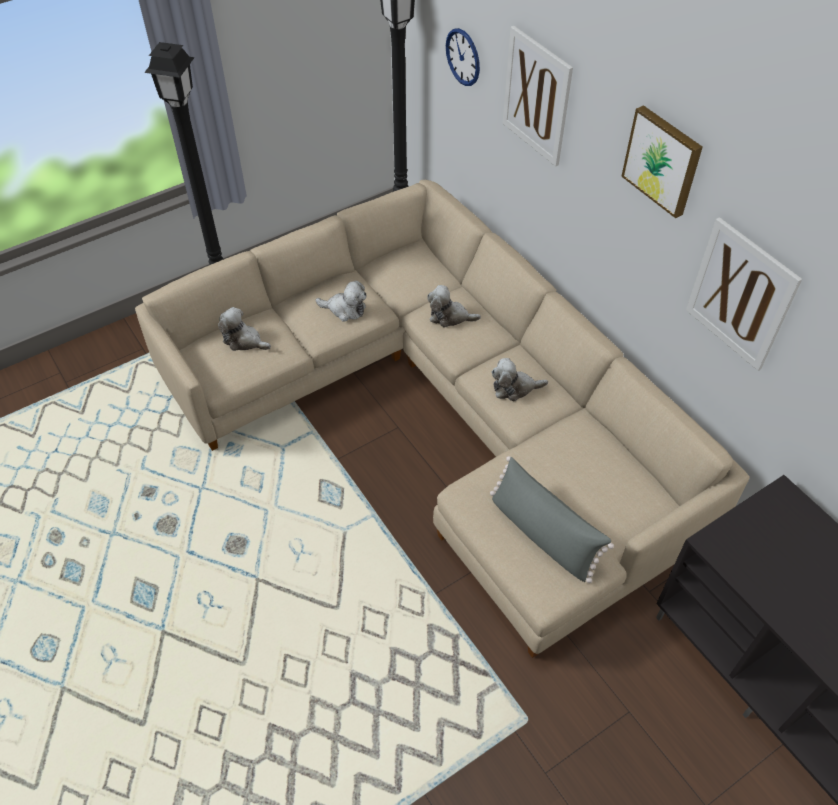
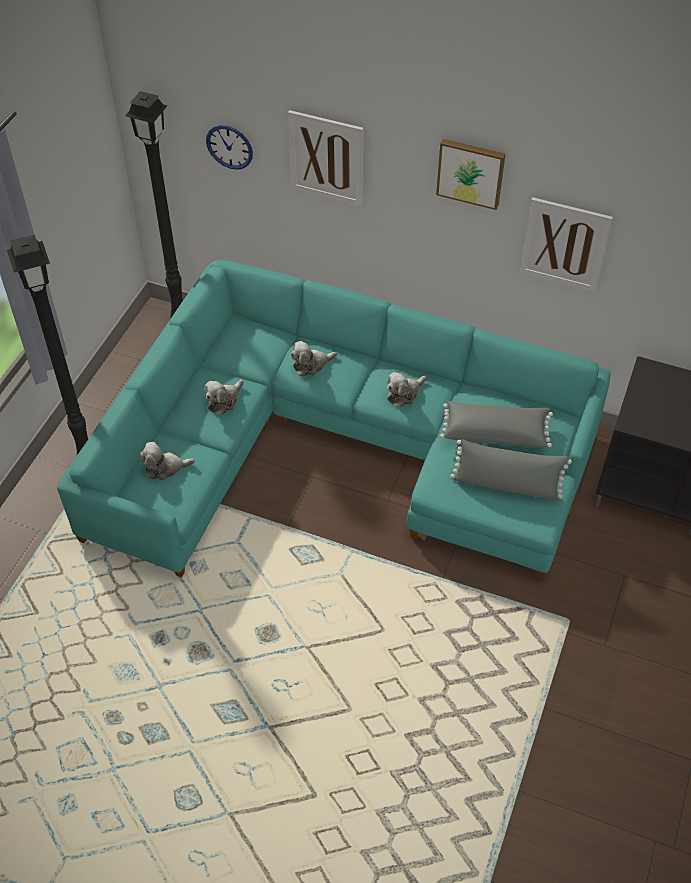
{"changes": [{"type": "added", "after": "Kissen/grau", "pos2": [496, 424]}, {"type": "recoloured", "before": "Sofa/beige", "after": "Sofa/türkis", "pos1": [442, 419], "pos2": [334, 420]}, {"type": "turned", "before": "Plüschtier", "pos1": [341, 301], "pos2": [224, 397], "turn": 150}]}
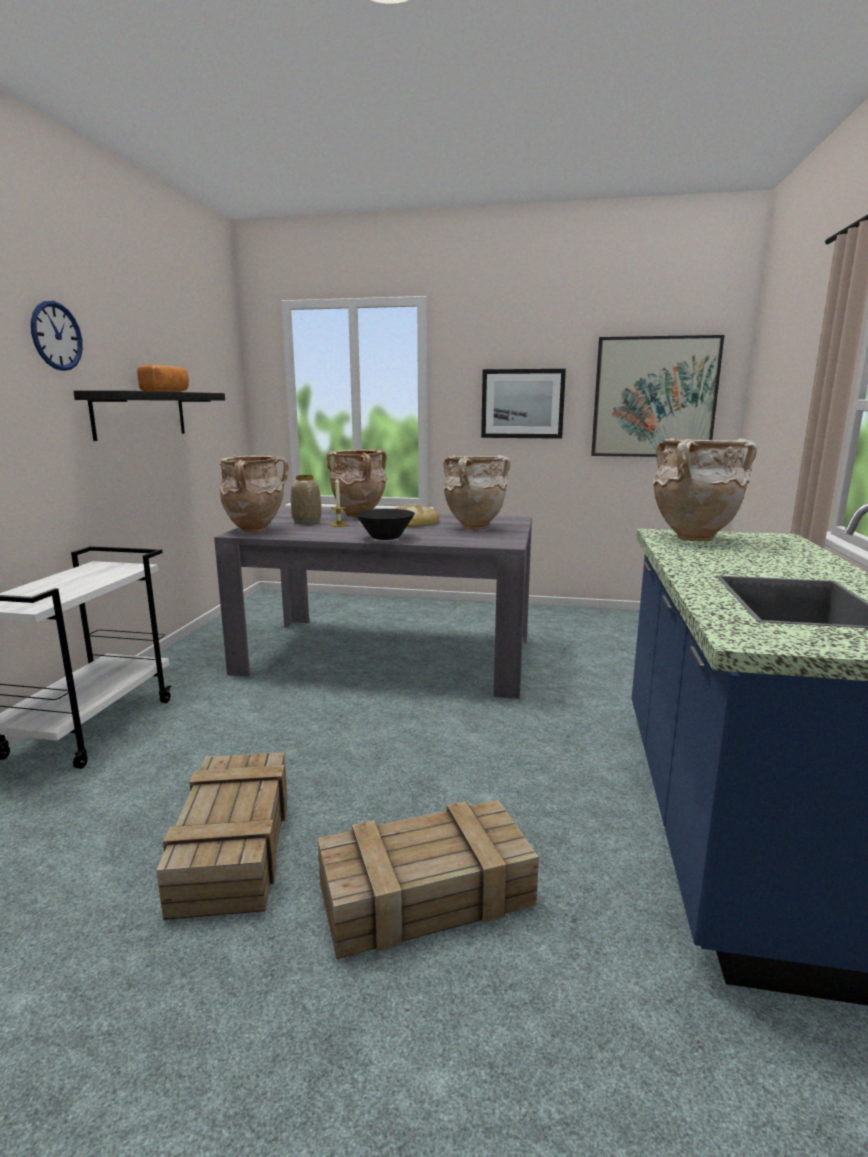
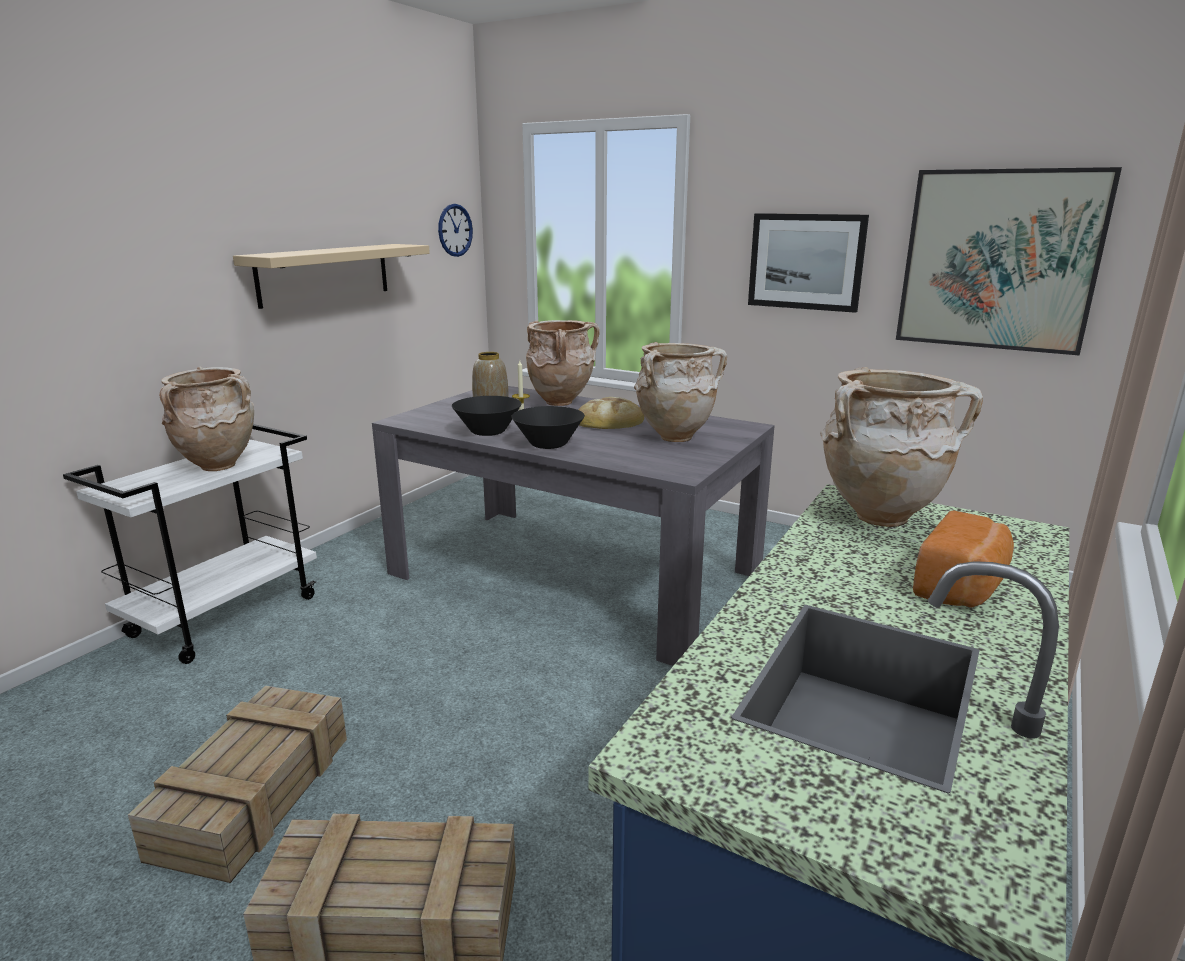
{"changes": [{"type": "added", "after": "Schüssel/schwarz", "pos2": [487, 416]}, {"type": "moved", "before": "Wanduhr", "pos1": [57, 336], "pos2": [455, 230]}, {"type": "moved", "before": "Brot", "pos1": [163, 378], "pos2": [963, 559]}, {"type": "moved", "before": "Vase/beige", "pos1": [254, 493], "pos2": [206, 418]}, {"type": "recoloured", "before": "Wandregal/schwarz", "after": "Wandregal/beige", "pos1": [149, 415], "pos2": [331, 276]}]}
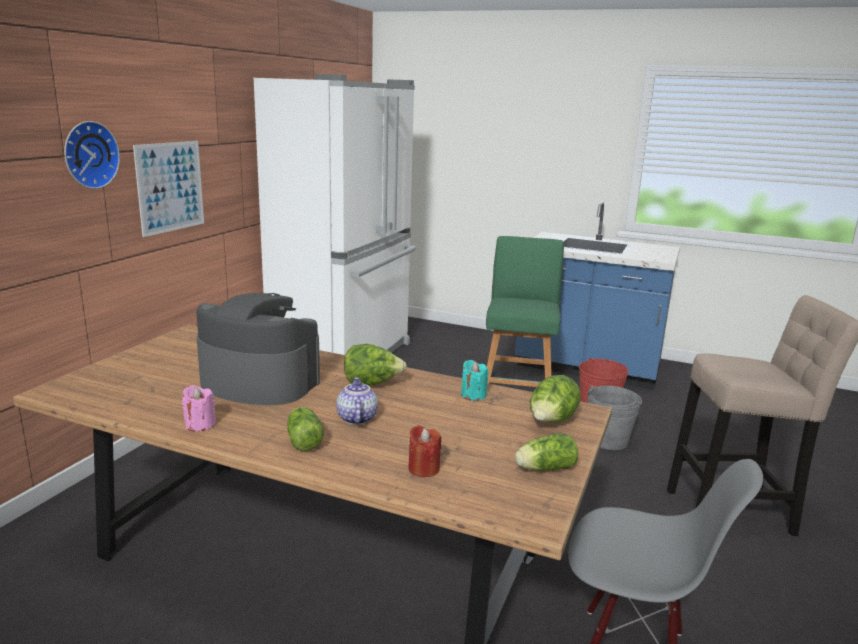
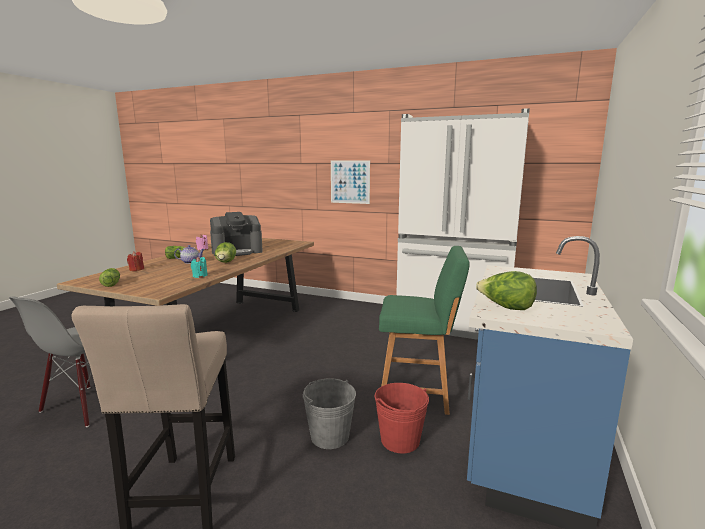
{"changes": [{"type": "removed", "before": "Wanduhr", "pos1": [92, 155]}, {"type": "moved", "before": "Salatkopf", "pos1": [555, 399], "pos2": [506, 290]}, {"type": "turned", "before": "Kaffeemaschine", "pos1": [258, 349], "pos2": [236, 234], "turn": 45}]}
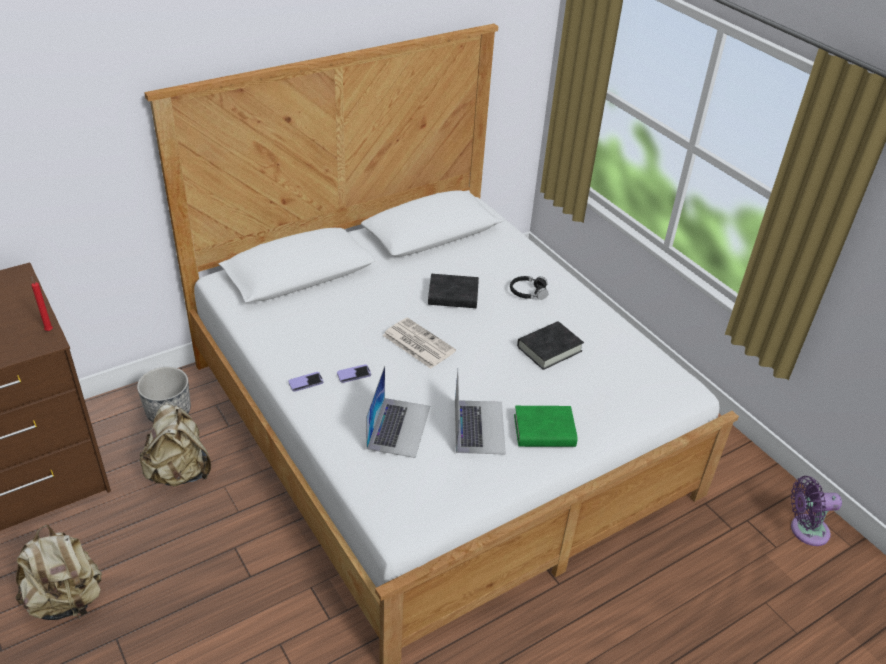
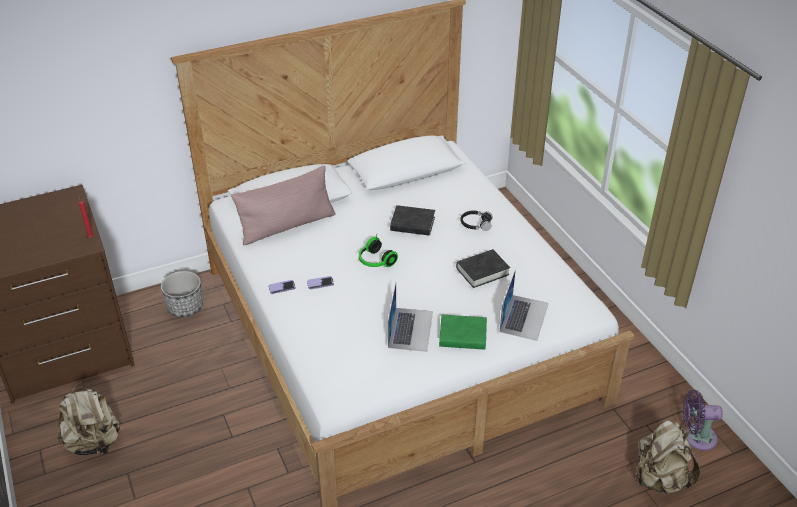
{"changes": [{"type": "added", "after": "Kissen/rosa", "pos2": [283, 205]}, {"type": "moved", "before": "Rucksack/beige", "pos1": [175, 445], "pos2": [667, 457]}, {"type": "moved", "before": "Laptop", "pos1": [398, 412], "pos2": [524, 305]}, {"type": "replaced", "before": "Zeitung", "after": "Kopfhörer", "pos1": [419, 343], "pos2": [378, 251]}]}
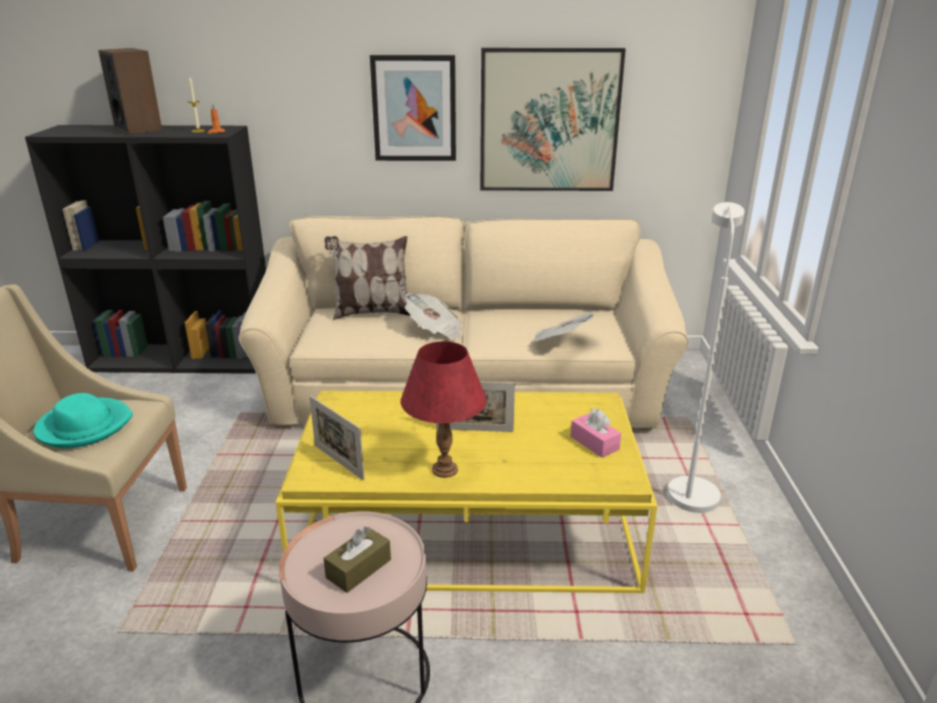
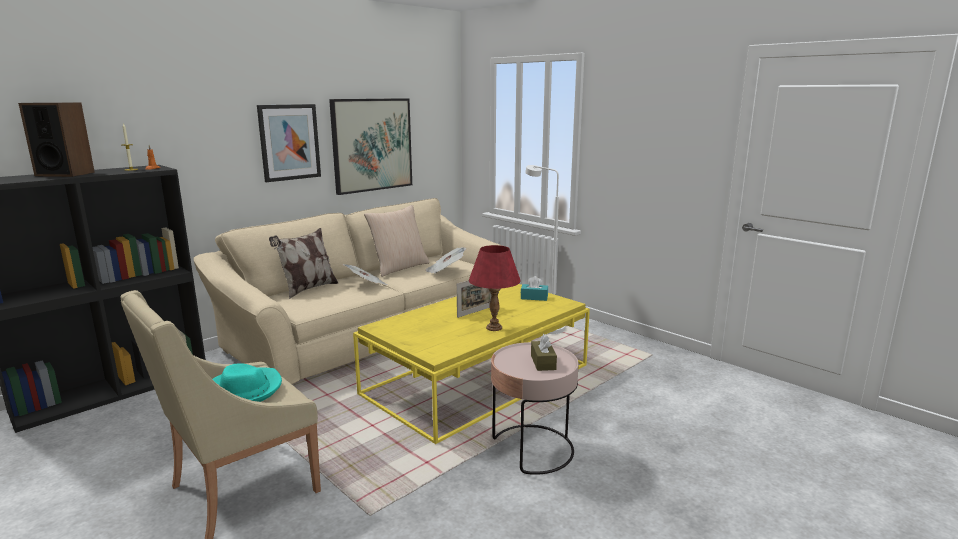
{"changes": [{"type": "removed", "before": "Bilderrahmen", "pos1": [337, 438]}, {"type": "added", "after": "Kissen/beige", "pos2": [397, 241]}, {"type": "recoloured", "before": "Taschentuchbox/rosa", "after": "Taschentuchbox/türkis", "pos1": [596, 433], "pos2": [534, 288]}]}
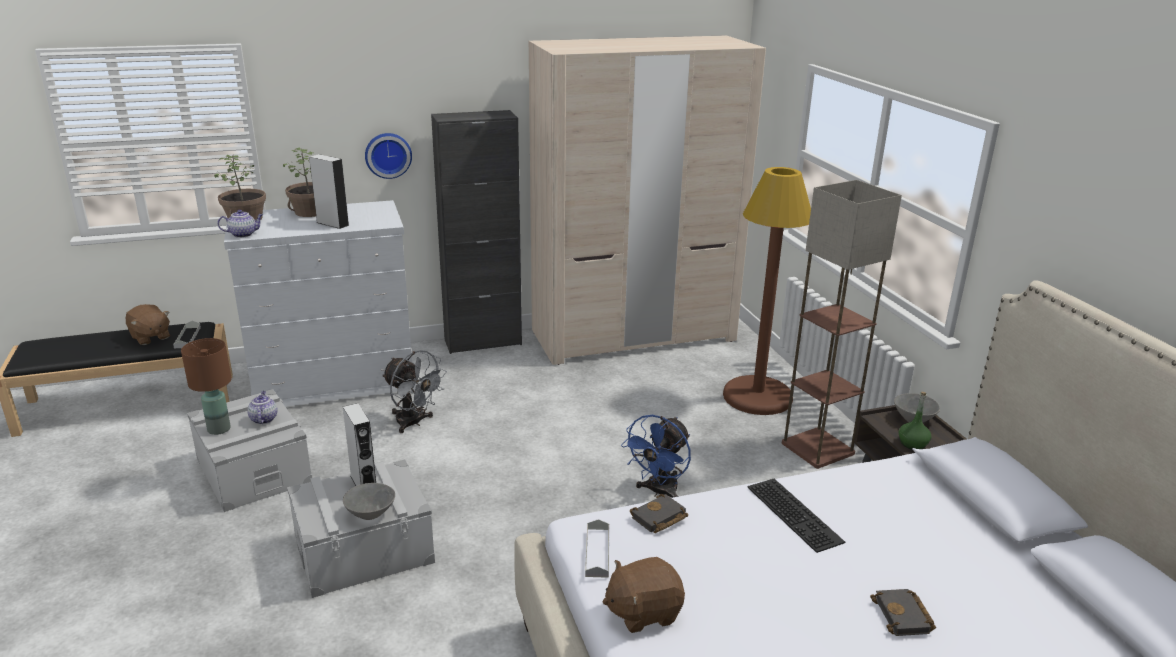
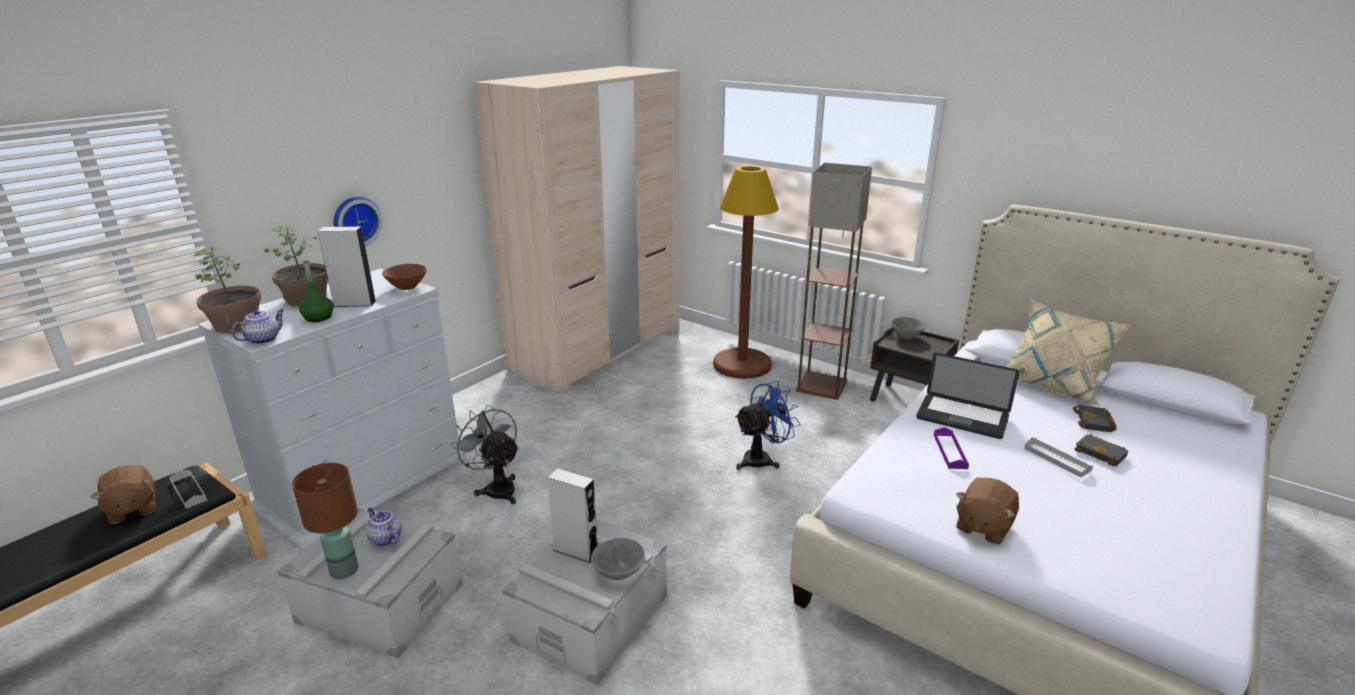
{"changes": [{"type": "removed", "before": "Schrank/schwarz", "pos1": [476, 232]}, {"type": "added", "after": "Schüssel/braun", "pos2": [404, 277]}, {"type": "added", "after": "Tablett/lila", "pos2": [951, 448]}, {"type": "added", "after": "Kissen/beige", "pos2": [1069, 352]}, {"type": "moved", "before": "Tablett/grau", "pos1": [597, 548], "pos2": [1058, 457]}, {"type": "moved", "before": "Buch/schwarz", "pos1": [659, 513], "pos2": [1095, 418]}, {"type": "moved", "before": "Flasche/grün", "pos1": [915, 421], "pos2": [316, 291]}, {"type": "replaced", "before": "Tastatur", "after": "Laptop", "pos1": [796, 516], "pos2": [967, 396]}, {"type": "turned", "before": "Plüschtier/braun", "pos1": [148, 324], "pos2": [123, 494], "turn": 45}, {"type": "turned", "before": "Ventilator/grau", "pos1": [414, 391], "pos2": [485, 454], "turn": -135}, {"type": "turned", "before": "Ventilator/blau", "pos1": [656, 456], "pos2": [767, 425], "turn": -120}]}
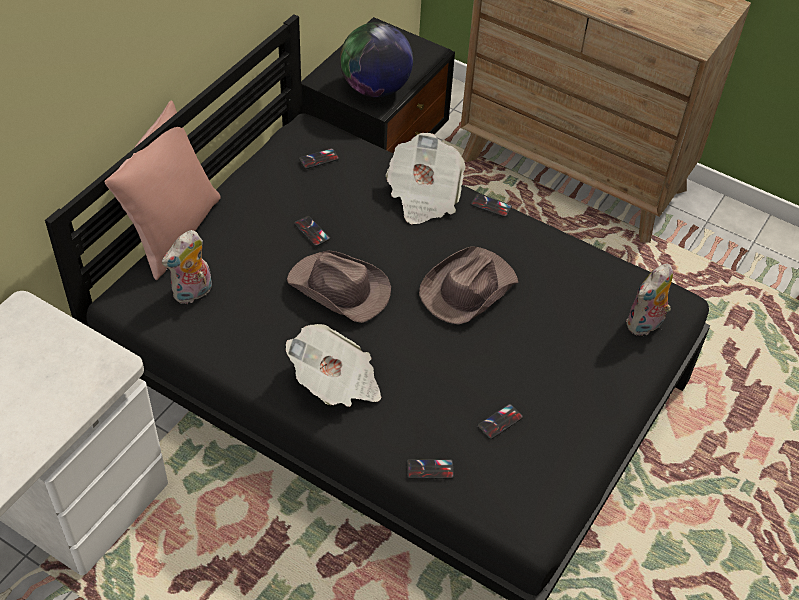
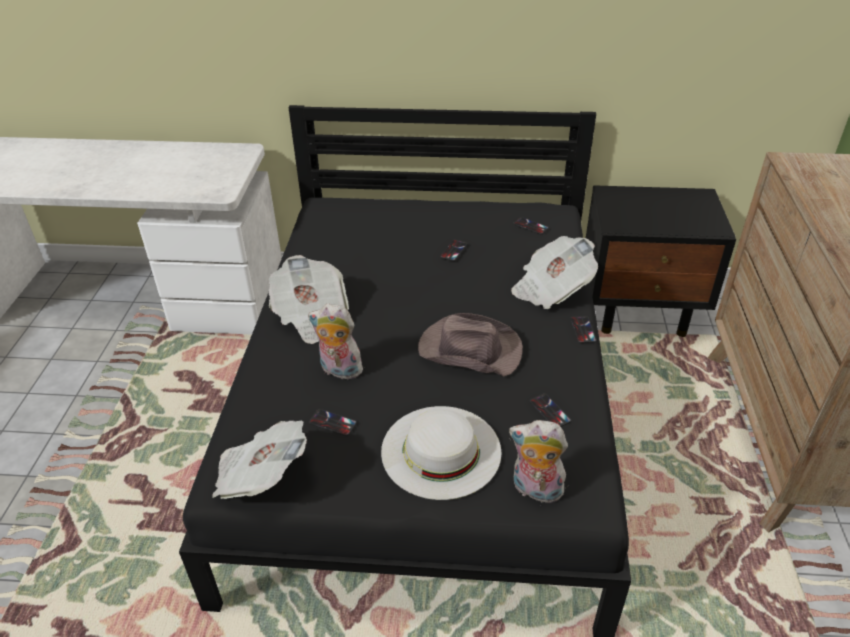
{"changes": [{"type": "removed", "before": "Kissen/rosa", "pos1": [163, 190]}, {"type": "removed", "before": "Hut/braun", "pos1": [339, 286]}, {"type": "removed", "before": "Globus", "pos1": [376, 59]}, {"type": "added", "after": "Zeitung", "pos2": [259, 459]}, {"type": "added", "after": "Hut/weiß", "pos2": [441, 453]}, {"type": "moved", "before": "Plüschtier", "pos1": [187, 267], "pos2": [337, 343]}, {"type": "moved", "before": "Handy", "pos1": [430, 469], "pos2": [550, 410]}]}
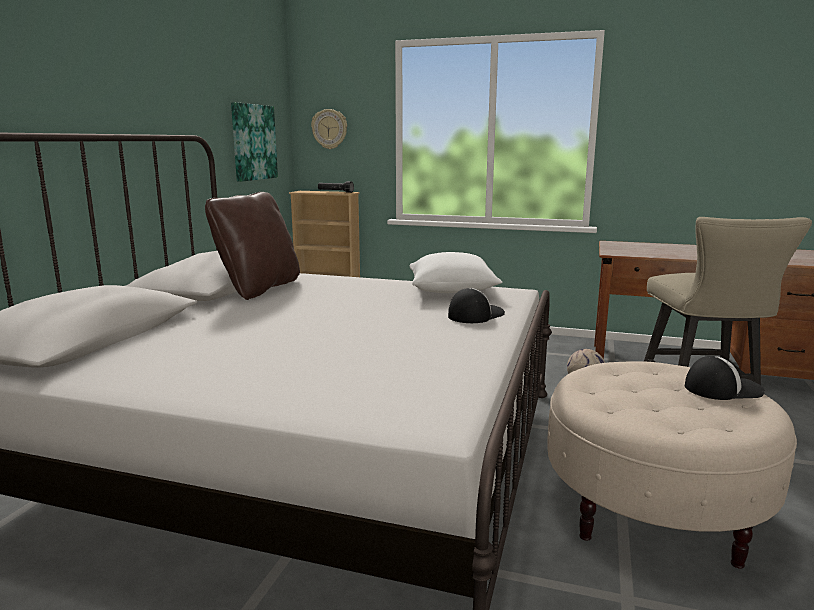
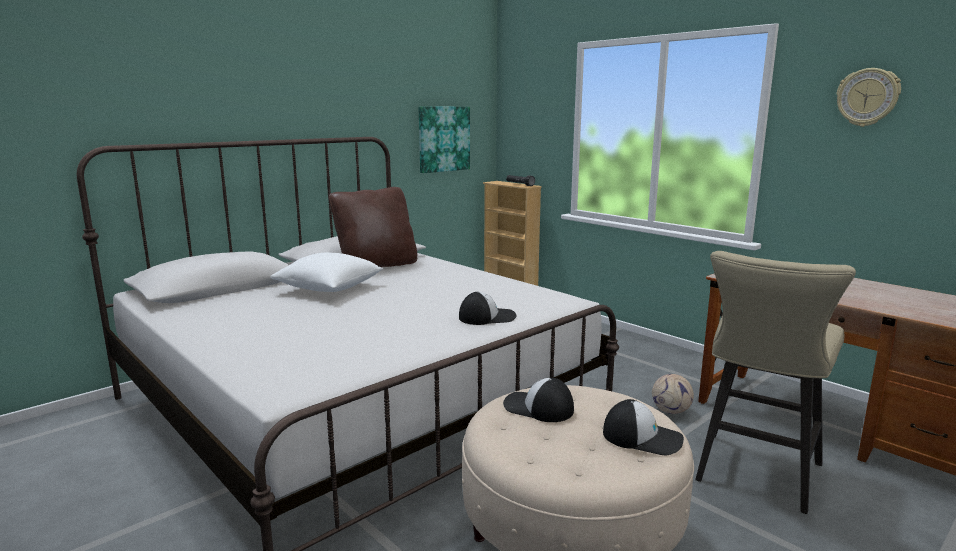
{"changes": [{"type": "added", "after": "Kappe", "pos2": [538, 400]}, {"type": "moved", "before": "Wanduhr", "pos1": [329, 129], "pos2": [869, 97]}, {"type": "moved", "before": "Kissen/weiß", "pos1": [456, 272], "pos2": [326, 272]}]}
